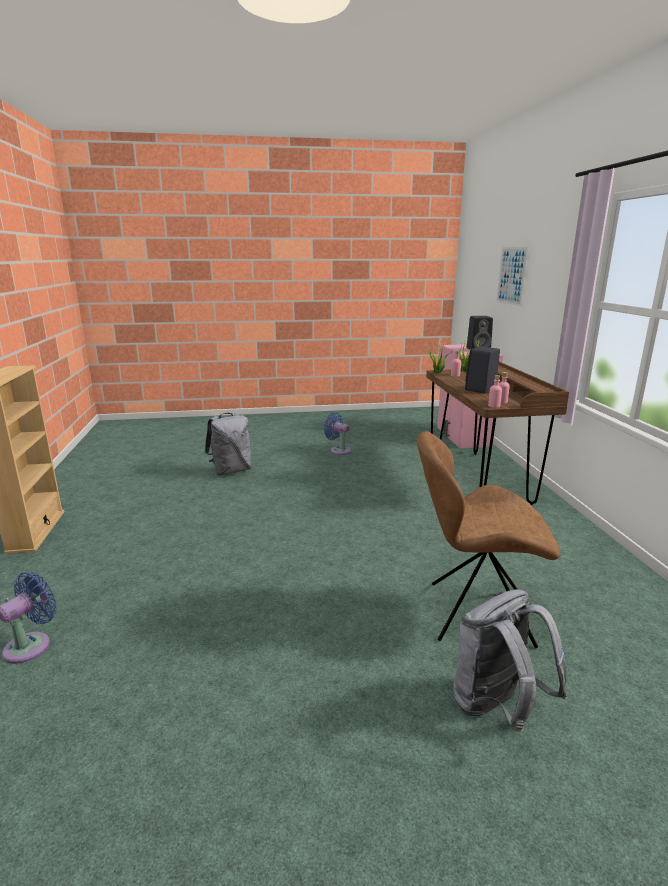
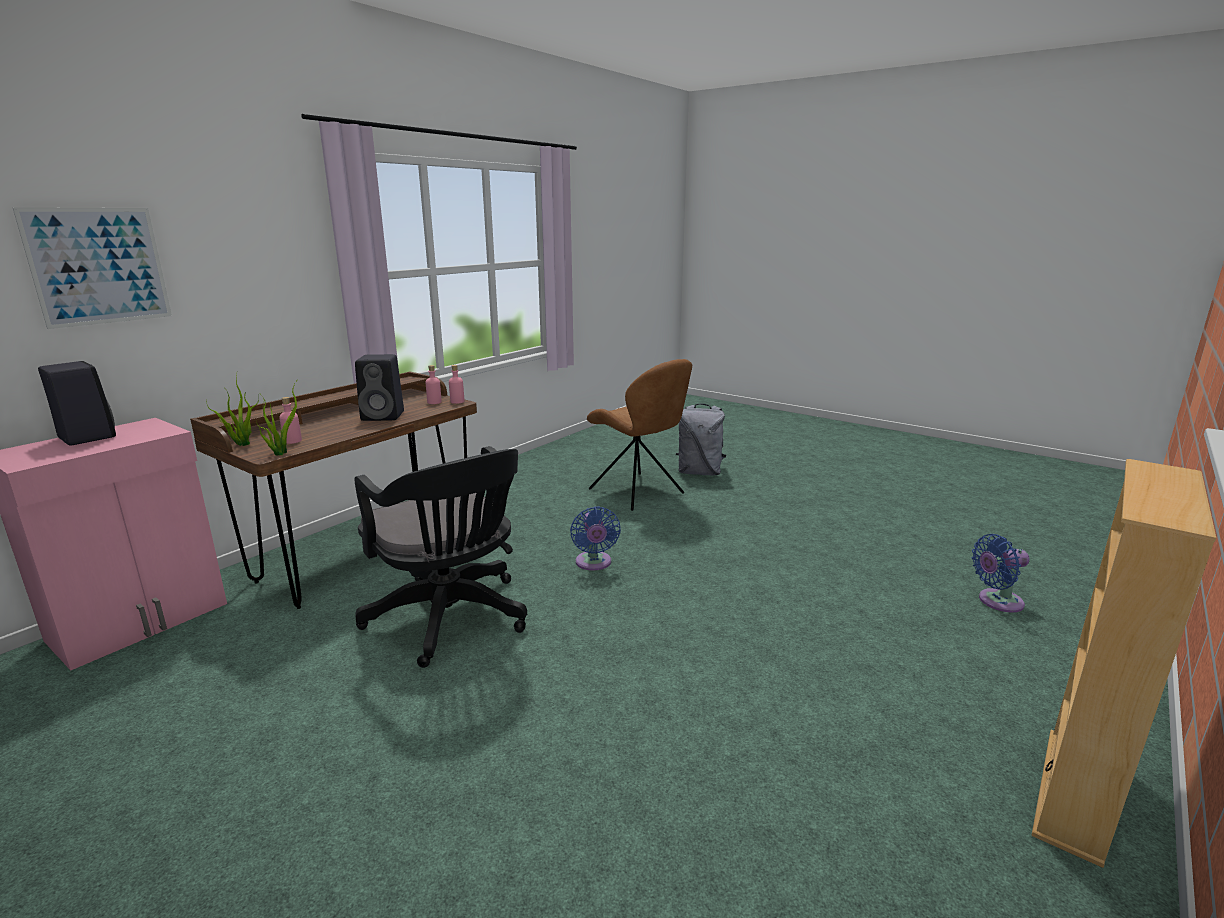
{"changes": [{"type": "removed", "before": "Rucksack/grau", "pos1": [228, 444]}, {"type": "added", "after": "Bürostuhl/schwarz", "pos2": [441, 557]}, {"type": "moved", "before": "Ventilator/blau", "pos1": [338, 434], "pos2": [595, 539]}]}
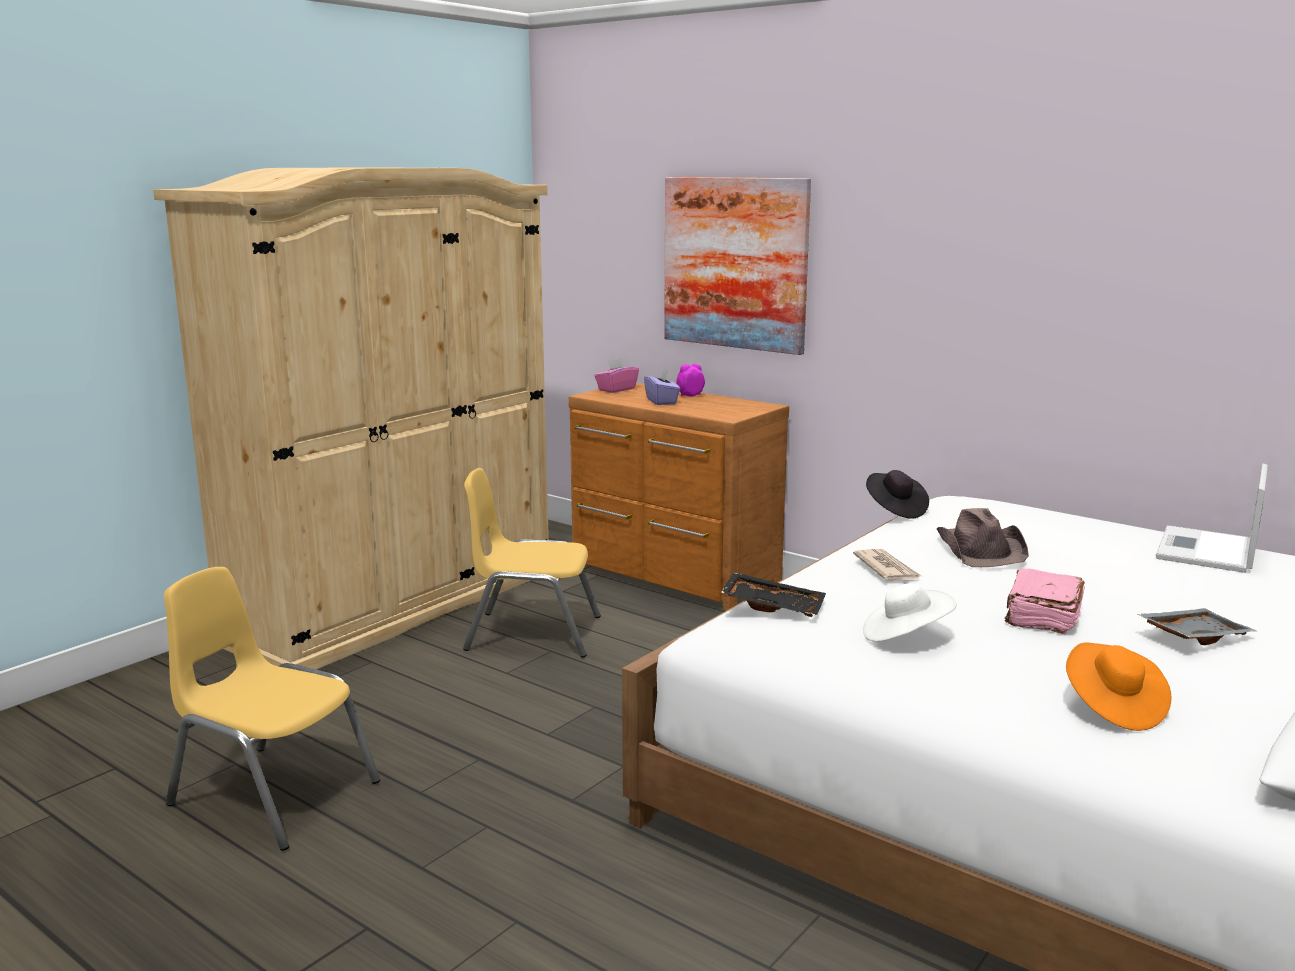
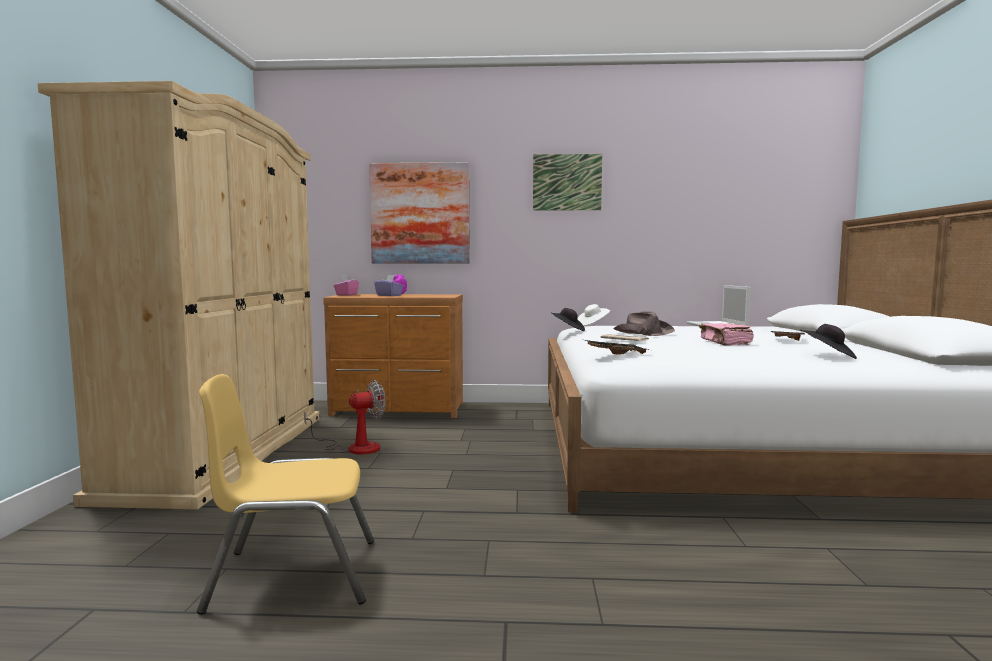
{"changes": [{"type": "added", "after": "Bild", "pos2": [567, 182]}, {"type": "moved", "before": "Hut/weiß", "pos1": [910, 612], "pos2": [593, 315]}, {"type": "replaced", "before": "Stuhl/gelb", "after": "Ventilator", "pos1": [532, 563], "pos2": [345, 417]}, {"type": "recoloured", "before": "Hut/orange", "after": "Hut/schwarz", "pos1": [1119, 686], "pos2": [828, 341]}]}
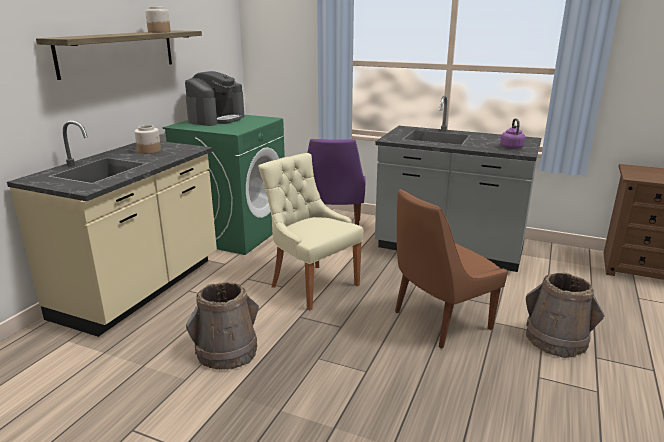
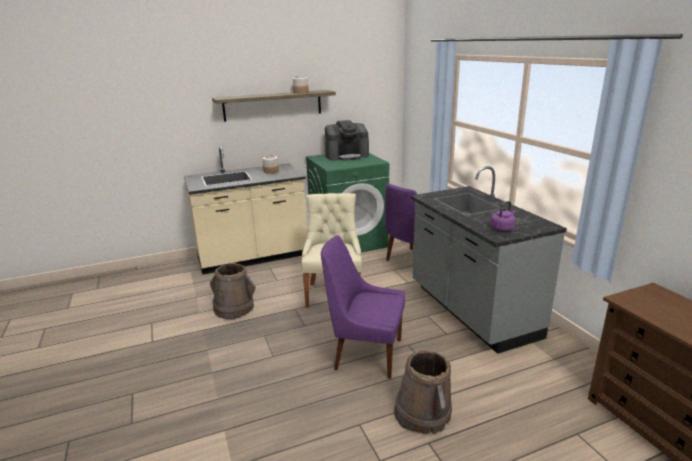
{"changes": [{"type": "recoloured", "before": "Stuhl/braun", "after": "Stuhl/lila", "pos1": [451, 269], "pos2": [363, 307]}]}
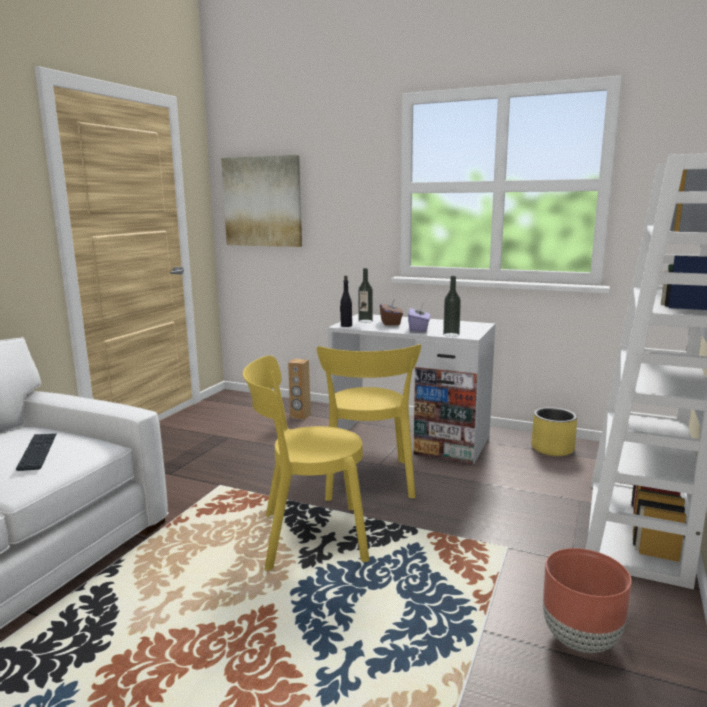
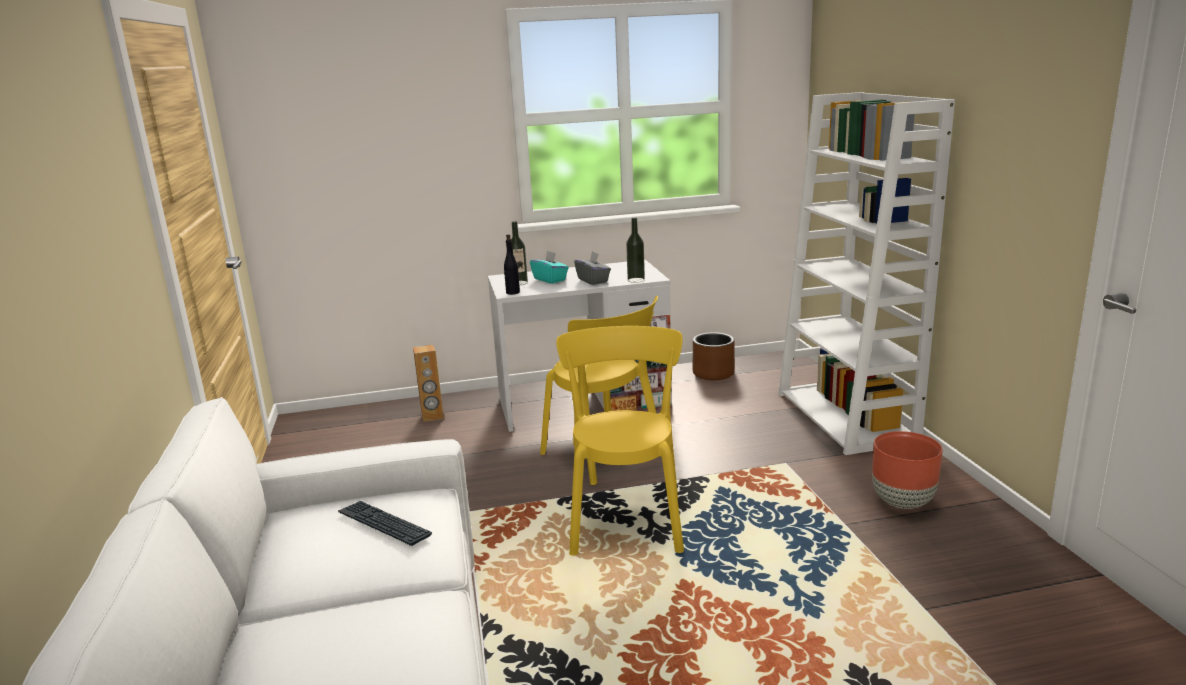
{"changes": [{"type": "removed", "before": "Bild", "pos1": [261, 201]}, {"type": "recoloured", "before": "Taschentuchbox/braun", "after": "Taschentuchbox/türkis", "pos1": [391, 312], "pos2": [549, 267]}, {"type": "recoloured", "before": "Taschentuchbox/lila", "after": "Taschentuchbox/grau", "pos1": [419, 318], "pos2": [592, 268]}, {"type": "recoloured", "before": "Pflanzkübel/gelb", "after": "Pflanzkübel/braun", "pos1": [554, 431], "pos2": [714, 356]}, {"type": "turned", "before": "Stuhl/gelb", "pos1": [306, 463], "pos2": [620, 441], "turn": 135}]}
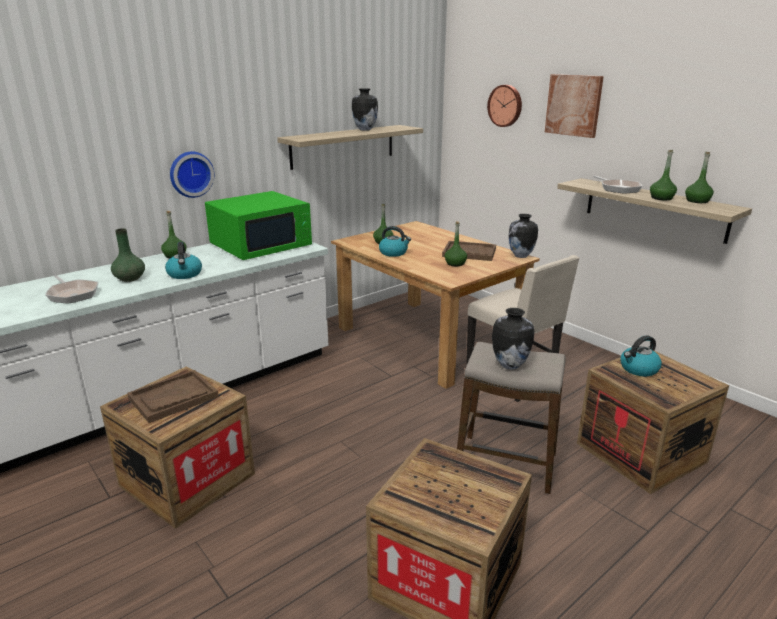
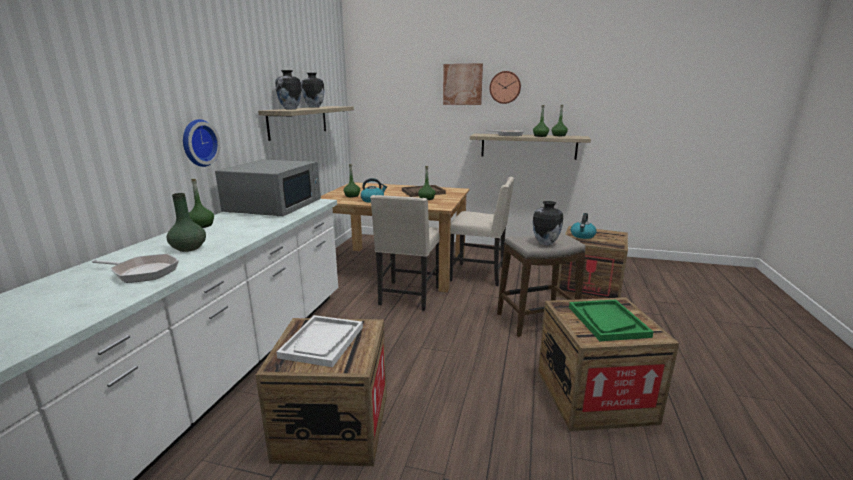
{"changes": [{"type": "removed", "before": "Wasserkessel", "pos1": [183, 260]}, {"type": "added", "after": "Stuhl/beige", "pos2": [404, 253]}, {"type": "added", "after": "Tablett/grün", "pos2": [611, 320]}, {"type": "moved", "before": "Wanduhr", "pos1": [504, 106], "pos2": [505, 87]}, {"type": "moved", "before": "Vase", "pos1": [523, 236], "pos2": [288, 89]}, {"type": "recoloured", "before": "Tablett/braun", "after": "Tablett/weiß", "pos1": [173, 396], "pos2": [320, 341]}, {"type": "recoloured", "before": "Mikrowelle/grün", "after": "Mikrowelle/grau", "pos1": [258, 225], "pos2": [268, 188]}]}
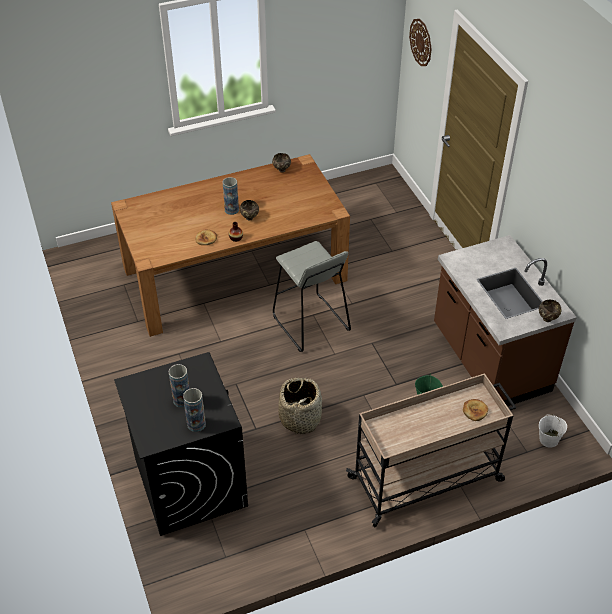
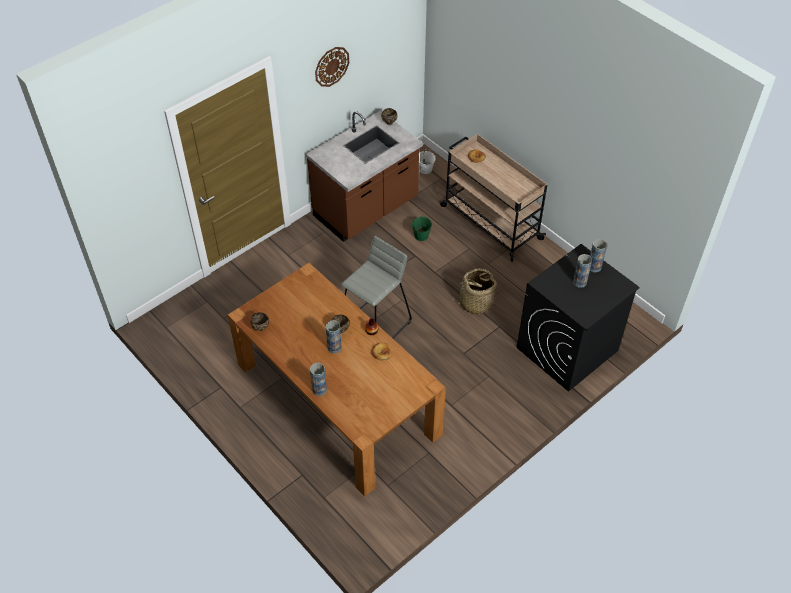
{"changes": [{"type": "added", "after": "Vase", "pos2": [318, 379]}, {"type": "moved", "before": "Wanduhr", "pos1": [420, 42], "pos2": [332, 67]}]}
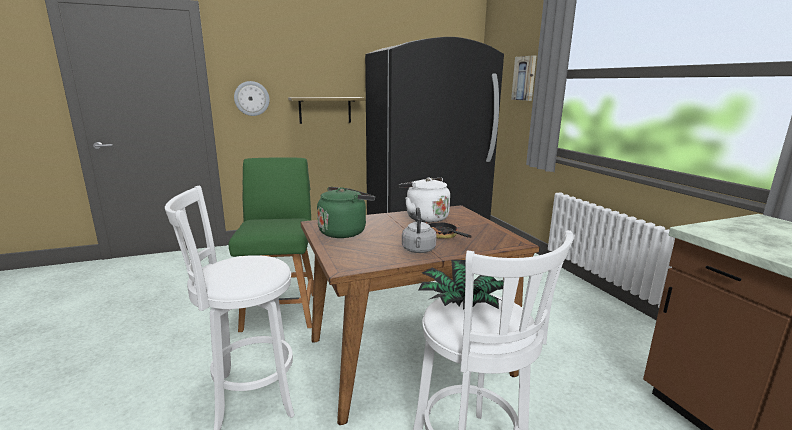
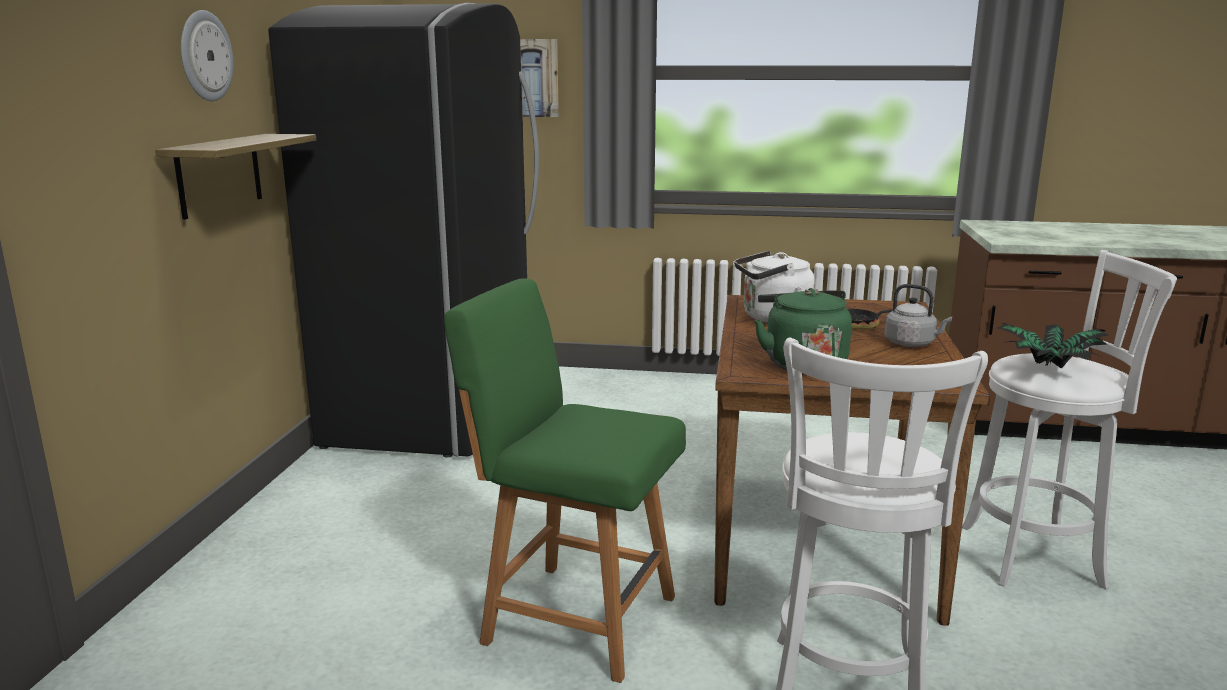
{"changes": [{"type": "moved", "before": "Wanduhr", "pos1": [252, 98], "pos2": [207, 55]}]}
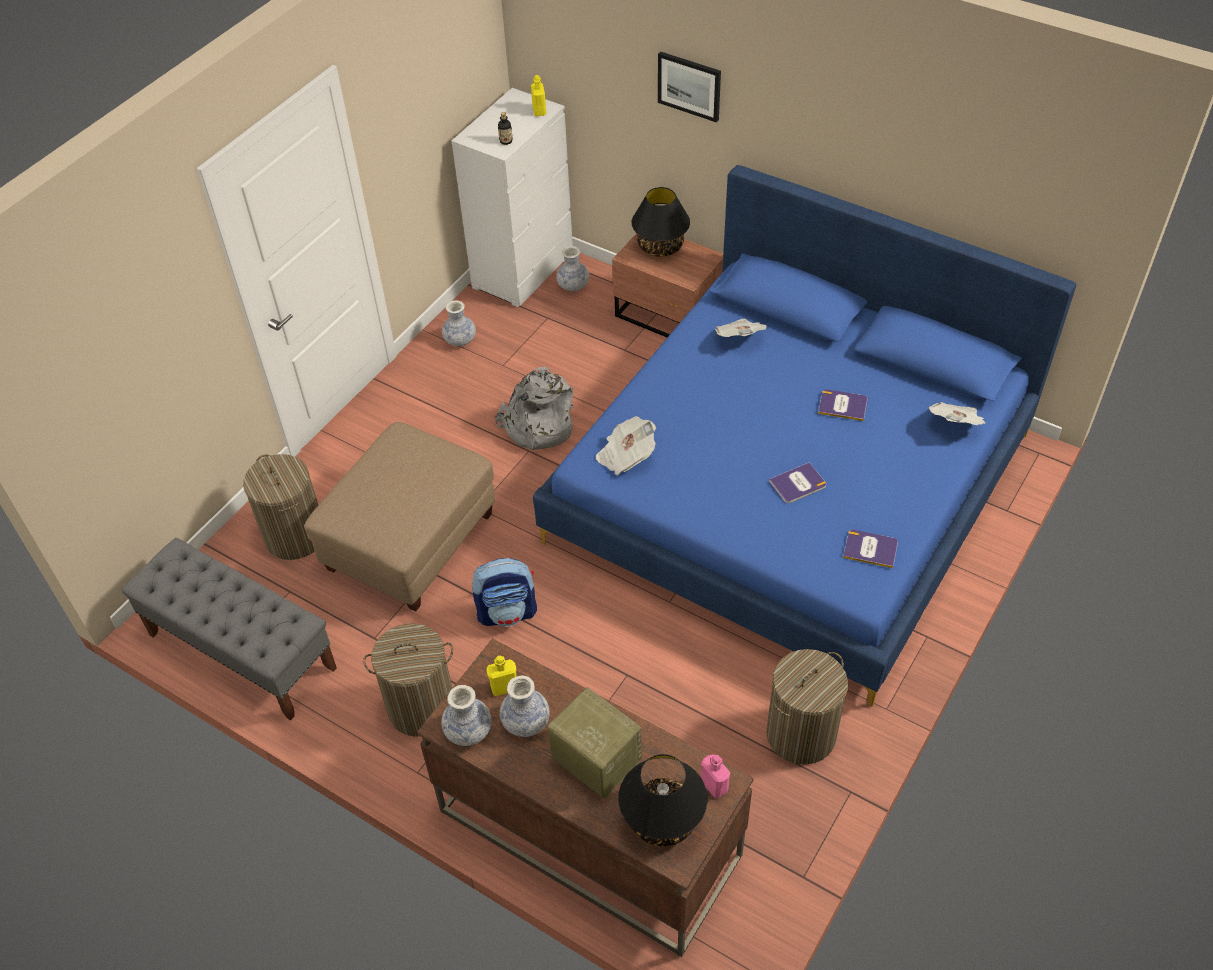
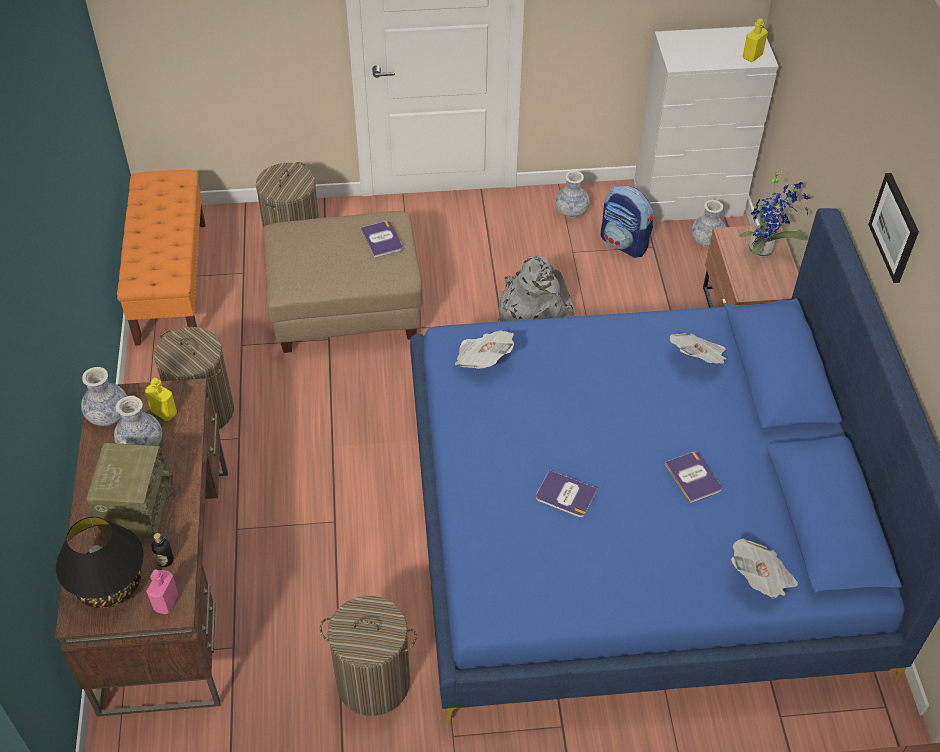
{"changes": [{"type": "moved", "before": "Rucksack", "pos1": [504, 592], "pos2": [627, 221]}, {"type": "moved", "before": "Flasche", "pos1": [505, 128], "pos2": [162, 550]}, {"type": "moved", "before": "Bild", "pos1": [689, 87], "pos2": [893, 228]}, {"type": "moved", "before": "Buch", "pos1": [870, 549], "pos2": [381, 239]}, {"type": "replaced", "before": "Tischlampe/schwarz", "after": "Topfpflanze", "pos1": [660, 222], "pos2": [775, 212]}, {"type": "recoloured", "before": "Bank/grau", "after": "Bank/orange", "pos1": [229, 629], "pos2": [161, 258]}]}
